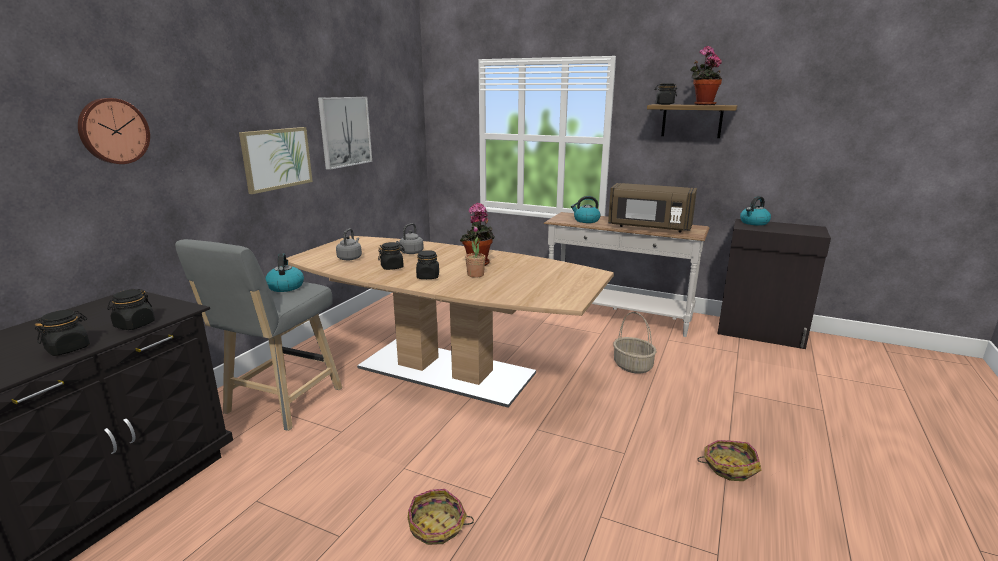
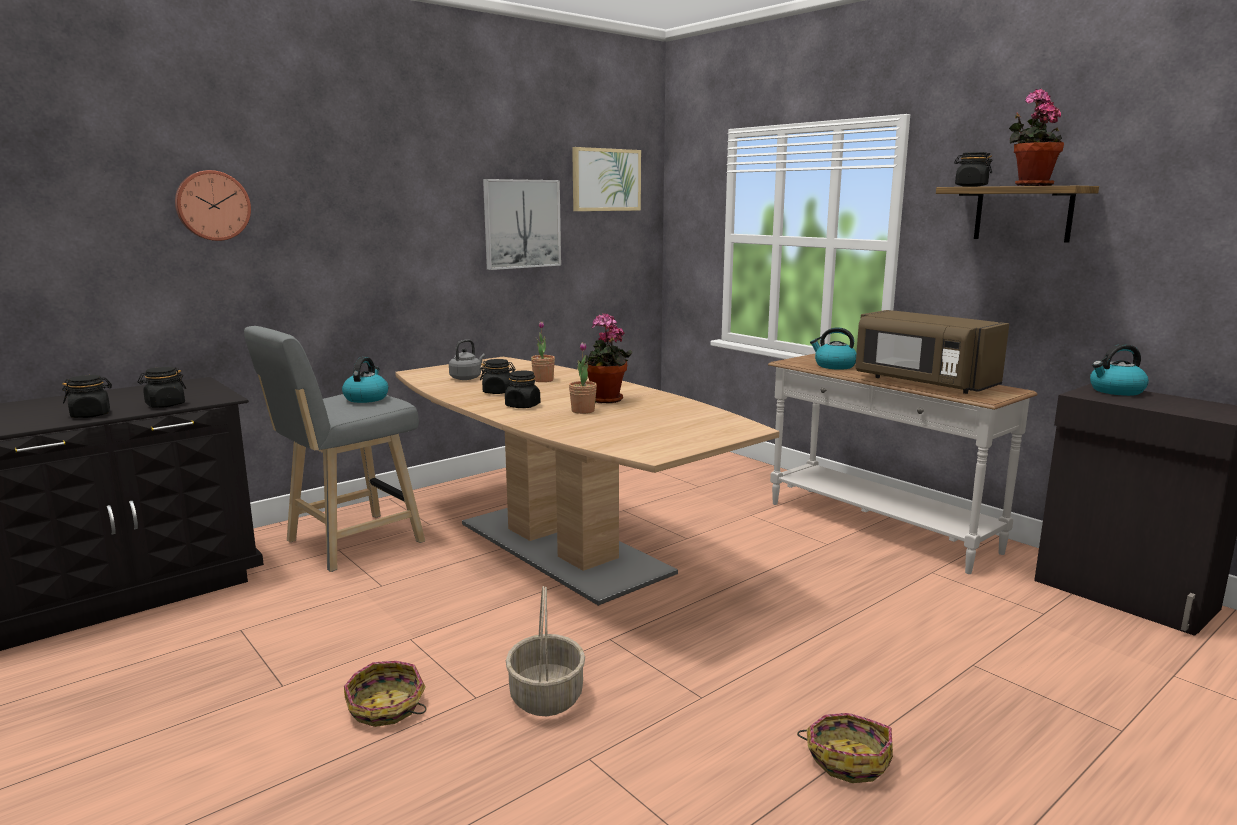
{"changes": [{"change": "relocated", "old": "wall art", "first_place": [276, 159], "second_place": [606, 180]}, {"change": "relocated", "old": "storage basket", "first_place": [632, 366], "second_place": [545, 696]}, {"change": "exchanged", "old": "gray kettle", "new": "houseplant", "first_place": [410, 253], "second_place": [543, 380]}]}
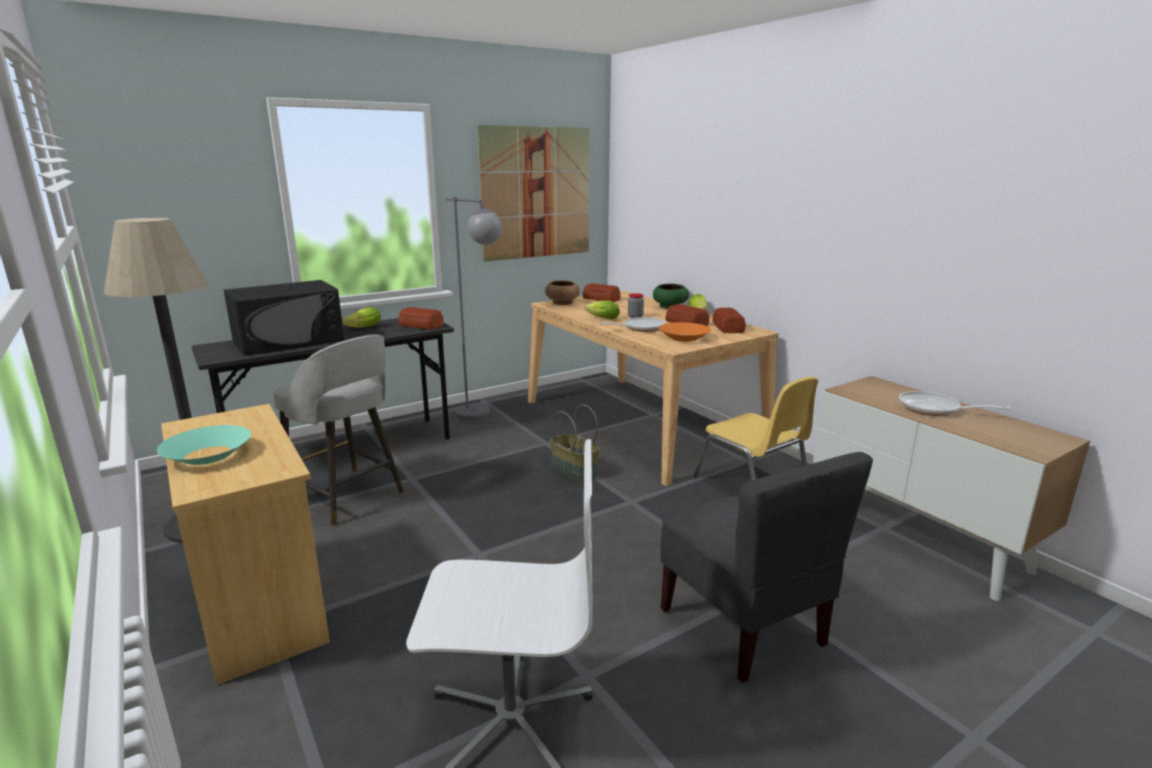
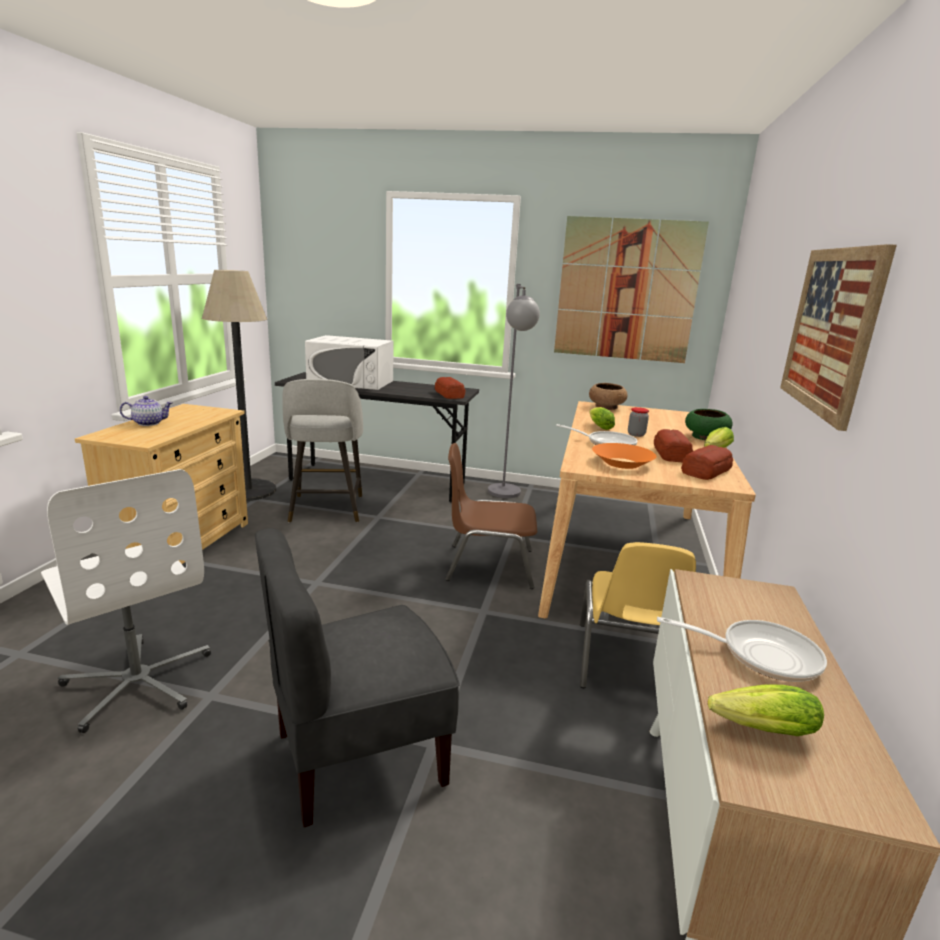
{"changes": [{"change": "missing", "old": "bread", "first_place": [601, 299]}, {"change": "appeared", "new": "wall art", "second_place": [830, 330]}, {"change": "relocated", "old": "lettuce", "first_place": [361, 328], "second_place": [757, 729]}, {"change": "exchanged", "old": "turquoise bowl", "new": "tea pot", "first_place": [207, 455], "second_place": [149, 423]}, {"change": "exchanged", "old": "storage basket", "new": "brown-coloured plain chair", "first_place": [573, 471], "second_place": [488, 565]}, {"change": "colour", "old": "black microwave", "new": "white-coloured microwave", "first_place": [289, 340], "second_place": [351, 382]}, {"change": "spun", "old": "gray plain chair", "first_place": [744, 626], "second_place": [358, 757], "degrees": 45}, {"change": "spun", "old": "pan", "first_place": [934, 409], "second_place": [761, 655], "degrees": 120}]}
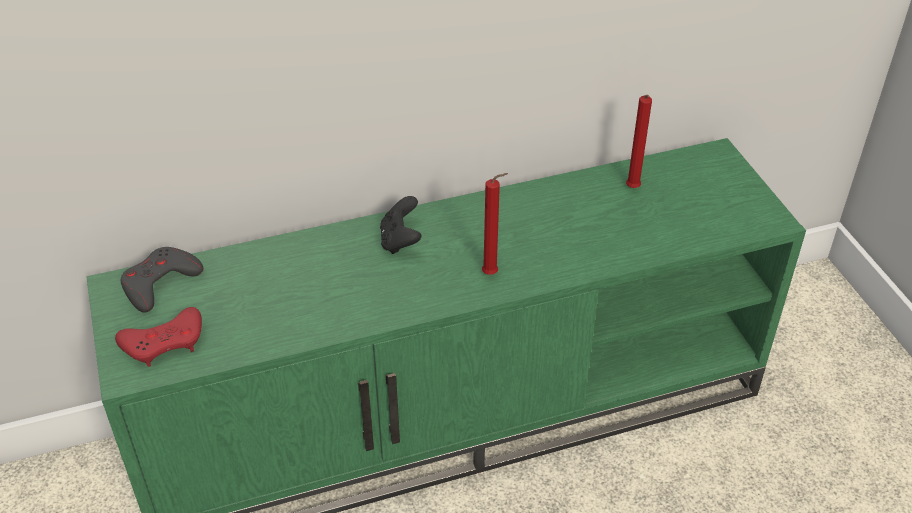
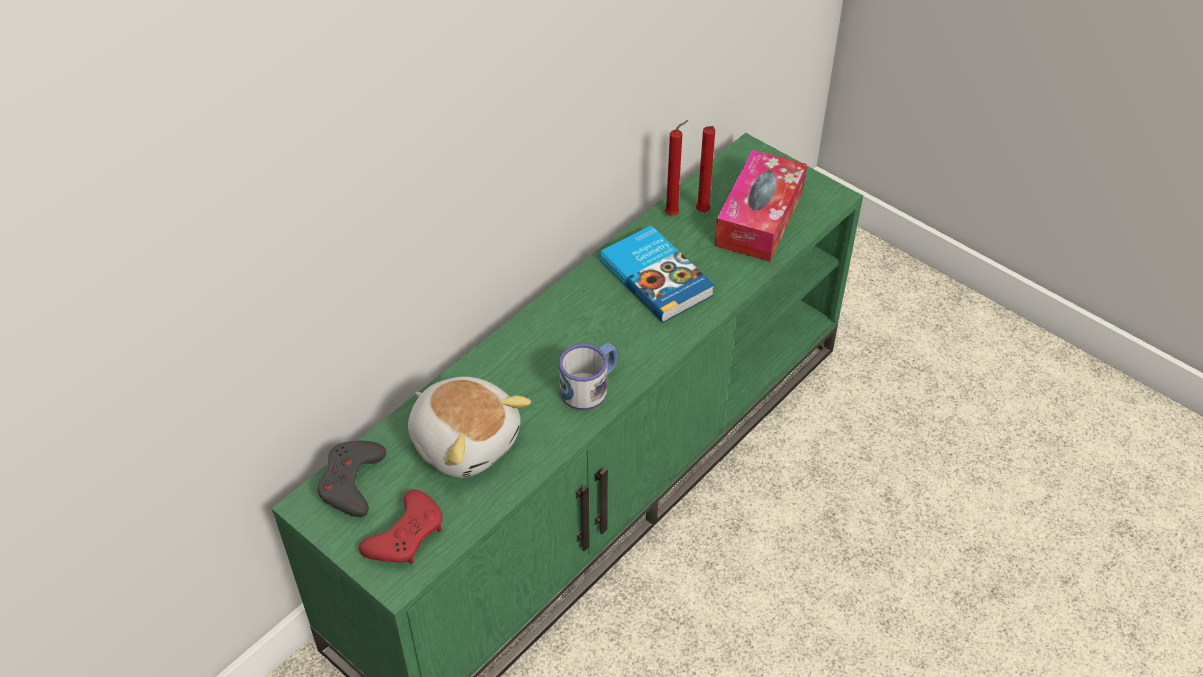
{"changes": [{"change": "missing", "old": "black game controller", "first_place": [400, 241]}, {"change": "appeared", "new": "cuddly toy", "second_place": [465, 440]}, {"change": "appeared", "new": "mug", "second_place": [590, 386]}, {"change": "appeared", "new": "book", "second_place": [657, 277]}, {"change": "appeared", "new": "tissue holder", "second_place": [759, 218]}, {"change": "relocated", "old": "reddish wax candle", "first_place": [492, 274], "second_place": [674, 214]}]}
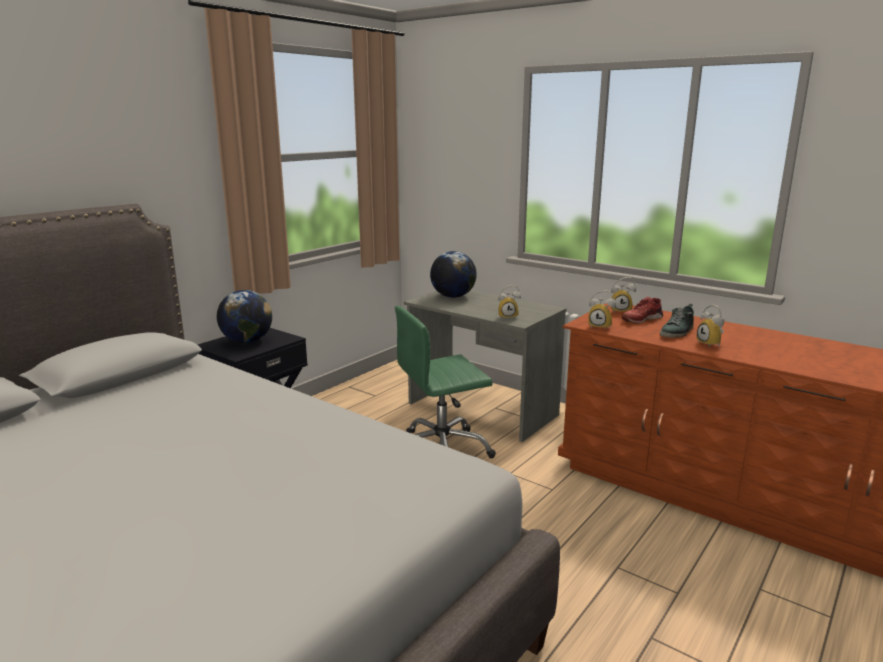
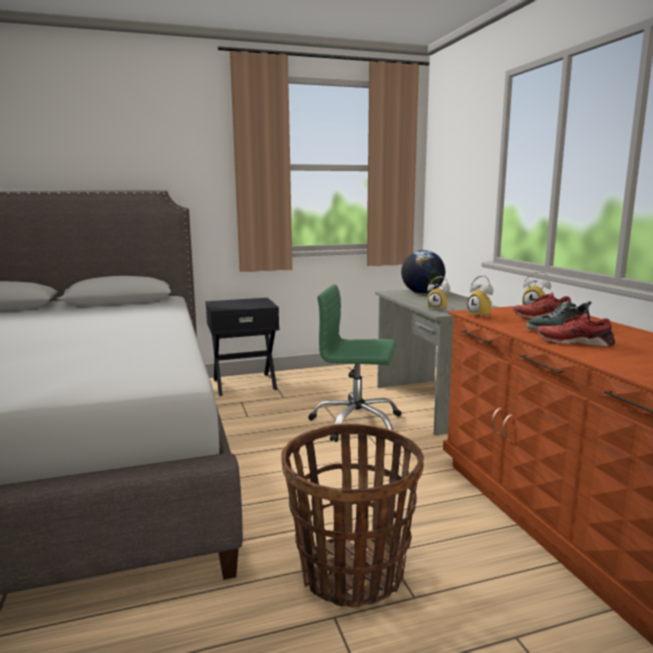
{"changes": [{"change": "missing", "old": "globe", "first_place": [247, 341]}, {"change": "appeared", "new": "storage basket", "second_place": [351, 573]}, {"change": "exchanged", "old": "alarm clock", "new": "reddish low shoe", "first_place": [711, 344], "second_place": [574, 342]}]}
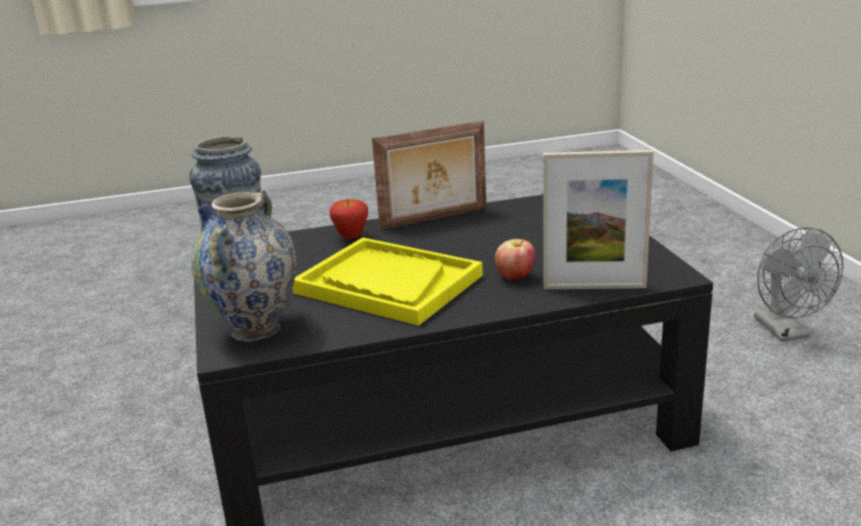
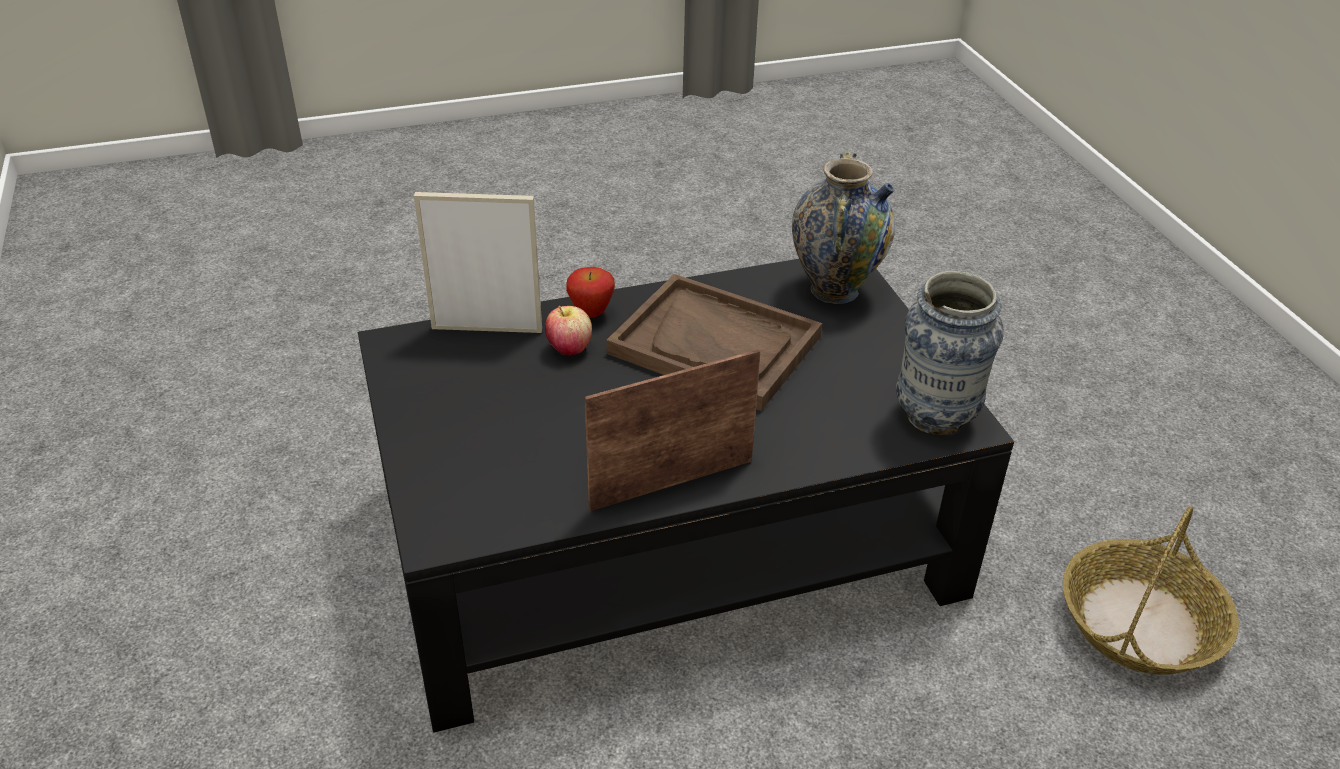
{"changes": [{"change": "missing", "old": "gray electric fan", "first_place": [786, 332]}, {"change": "appeared", "new": "storage basket", "second_place": [1140, 624]}, {"change": "relocated", "old": "apple", "first_place": [351, 237], "second_place": [591, 313]}, {"change": "colour", "old": "yellowish tray", "new": "brown-coloured tray", "first_place": [387, 284], "second_place": [715, 345]}]}
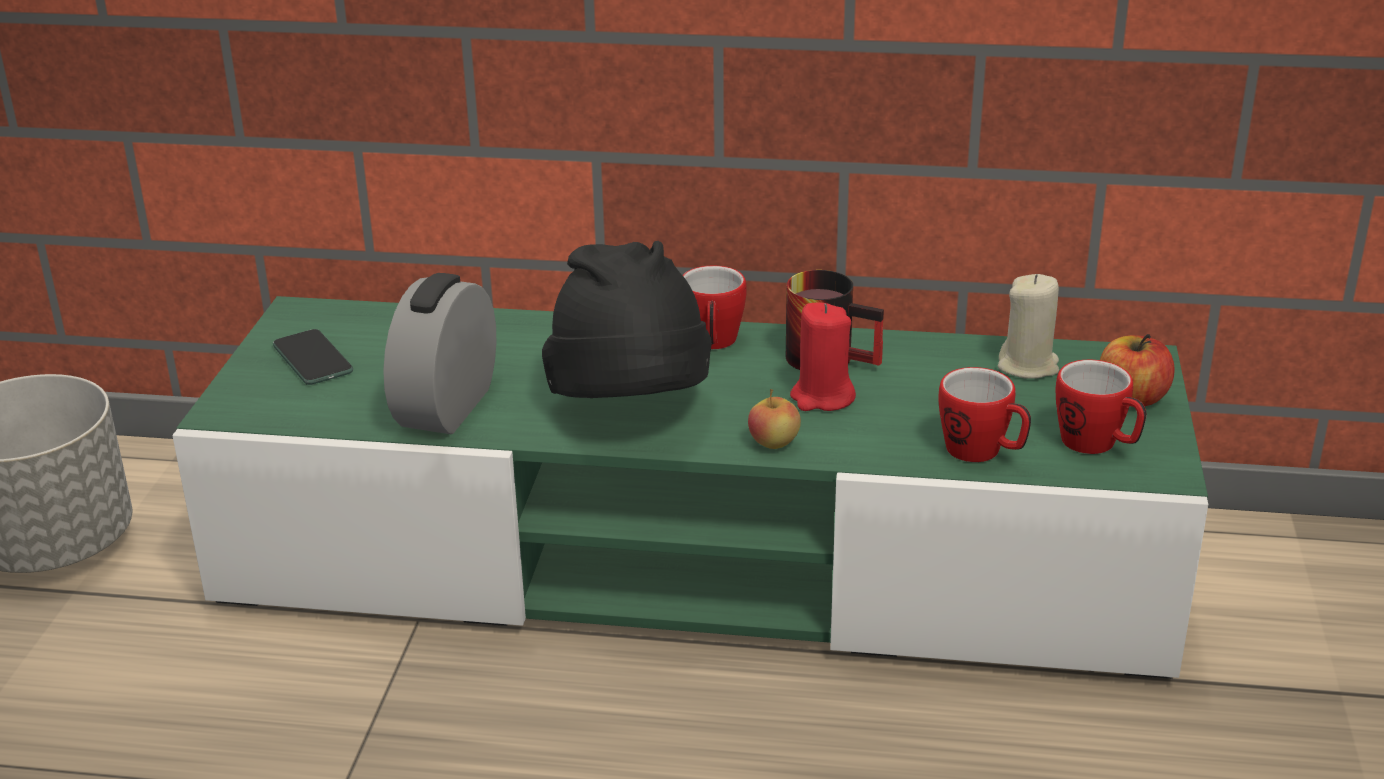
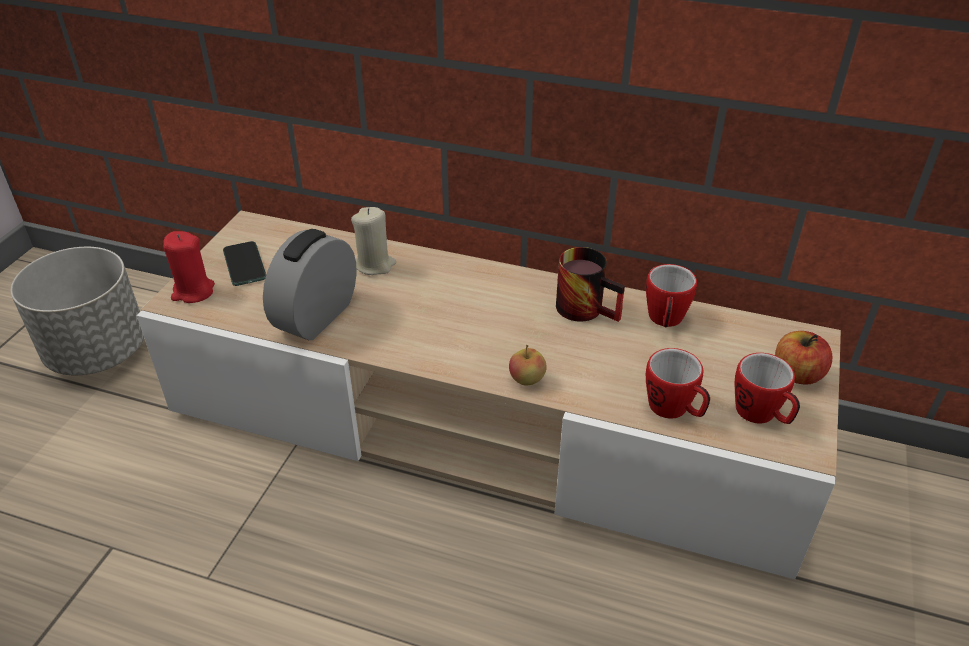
{"changes": [{"change": "missing", "old": "black clothing hat", "first_place": [631, 412]}, {"change": "relocated", "old": "mug", "first_place": [712, 344], "second_place": [665, 321]}, {"change": "relocated", "old": "reddish wax candle", "first_place": [822, 397], "second_place": [193, 291]}, {"change": "relocated", "old": "beige-coloured wax candle", "first_place": [1028, 366], "second_place": [374, 265]}, {"change": "colour", "old": "green-coloured tv stand", "new": "beige-coloured tv stand", "first_place": [694, 562], "second_place": [484, 424]}]}
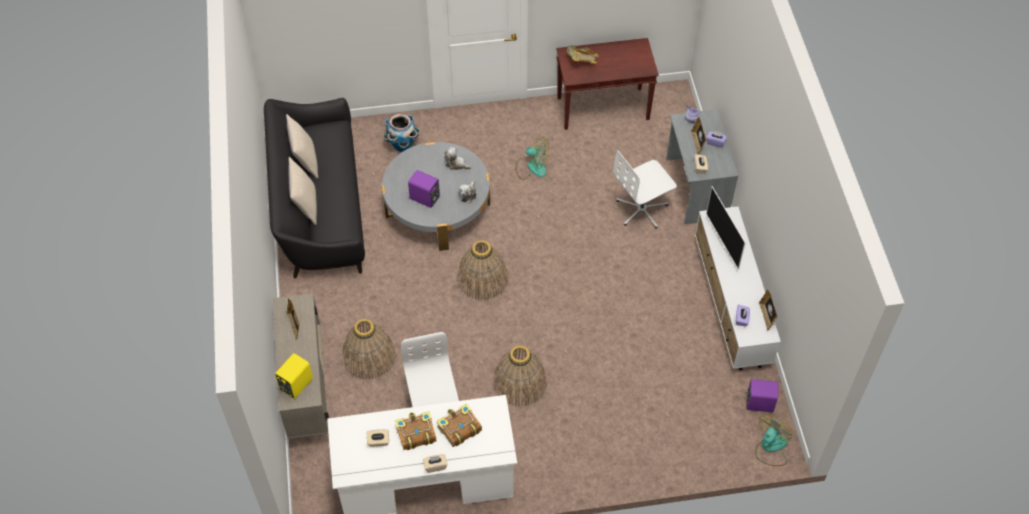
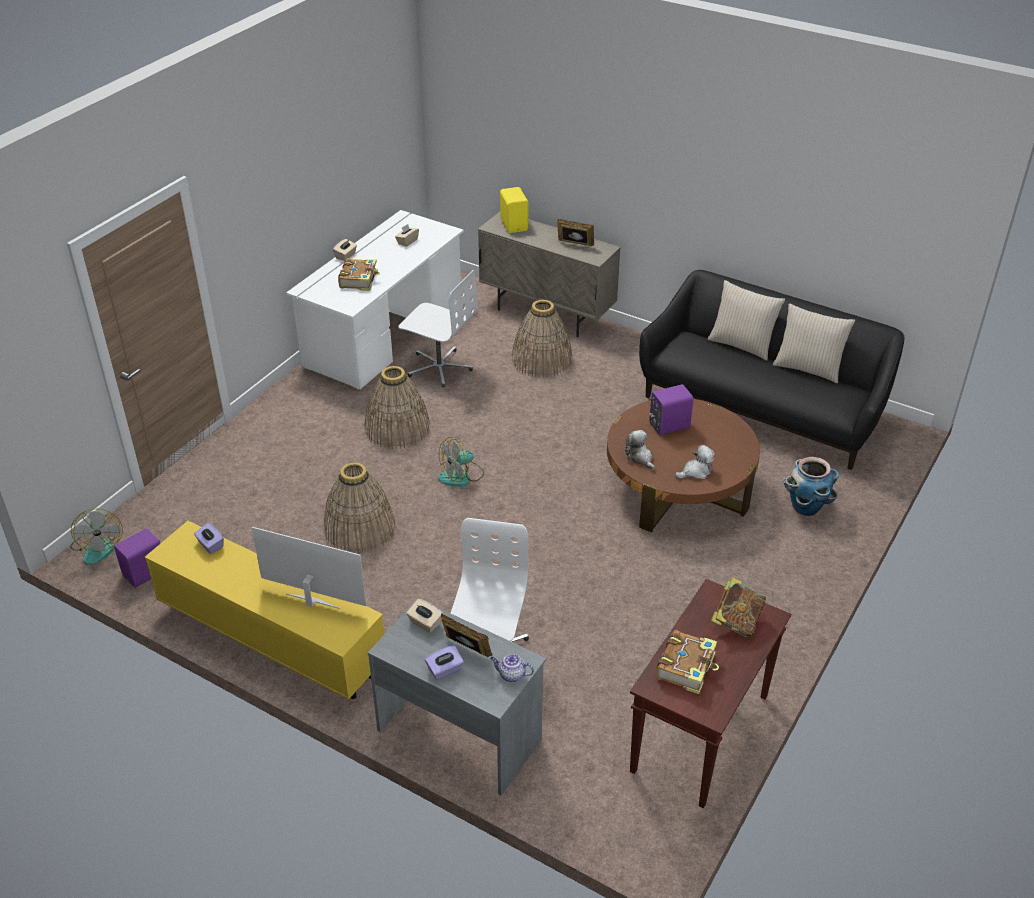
{"changes": [{"change": "missing", "old": "standing frame", "first_place": [766, 316]}, {"change": "relocated", "old": "book", "first_place": [415, 433], "second_place": [686, 667]}, {"change": "relocated", "old": "storage basket", "first_place": [482, 279], "second_place": [359, 527]}, {"change": "relocated", "old": "electric fan", "first_place": [532, 167], "second_place": [461, 476]}, {"change": "colour", "old": "gray low table", "new": "brown-coloured low table", "first_place": [437, 208], "second_place": [678, 486]}, {"change": "colour", "old": "white-coloured tv stand", "new": "yellowish tv stand", "first_place": [730, 304], "second_place": [271, 638]}]}
